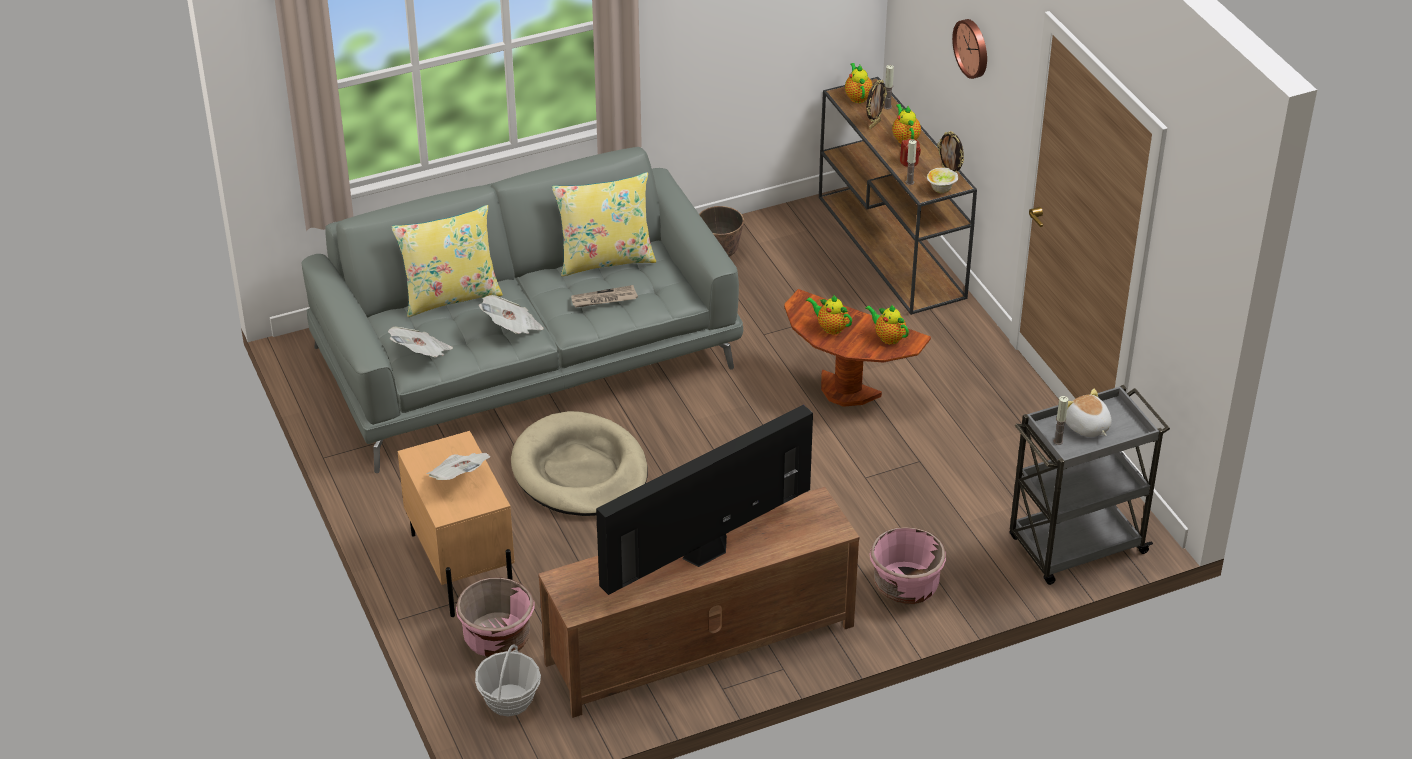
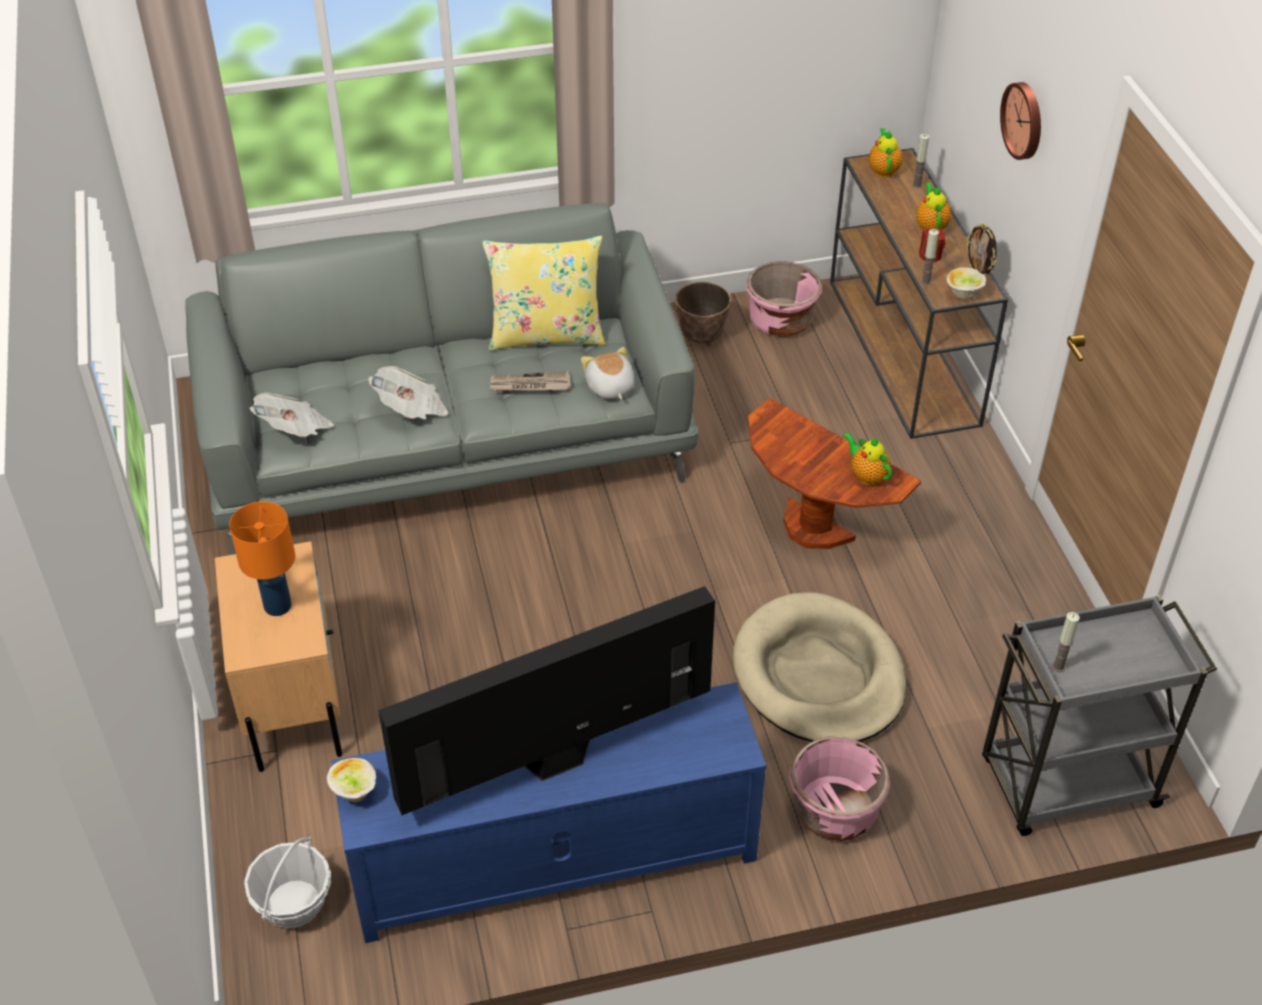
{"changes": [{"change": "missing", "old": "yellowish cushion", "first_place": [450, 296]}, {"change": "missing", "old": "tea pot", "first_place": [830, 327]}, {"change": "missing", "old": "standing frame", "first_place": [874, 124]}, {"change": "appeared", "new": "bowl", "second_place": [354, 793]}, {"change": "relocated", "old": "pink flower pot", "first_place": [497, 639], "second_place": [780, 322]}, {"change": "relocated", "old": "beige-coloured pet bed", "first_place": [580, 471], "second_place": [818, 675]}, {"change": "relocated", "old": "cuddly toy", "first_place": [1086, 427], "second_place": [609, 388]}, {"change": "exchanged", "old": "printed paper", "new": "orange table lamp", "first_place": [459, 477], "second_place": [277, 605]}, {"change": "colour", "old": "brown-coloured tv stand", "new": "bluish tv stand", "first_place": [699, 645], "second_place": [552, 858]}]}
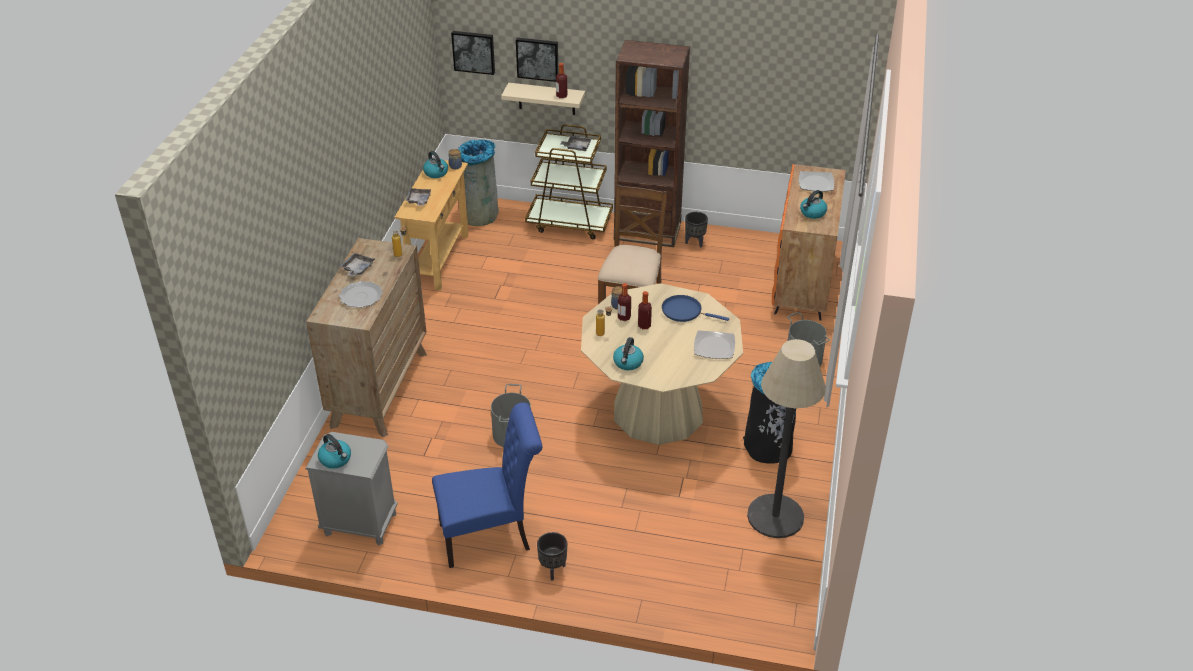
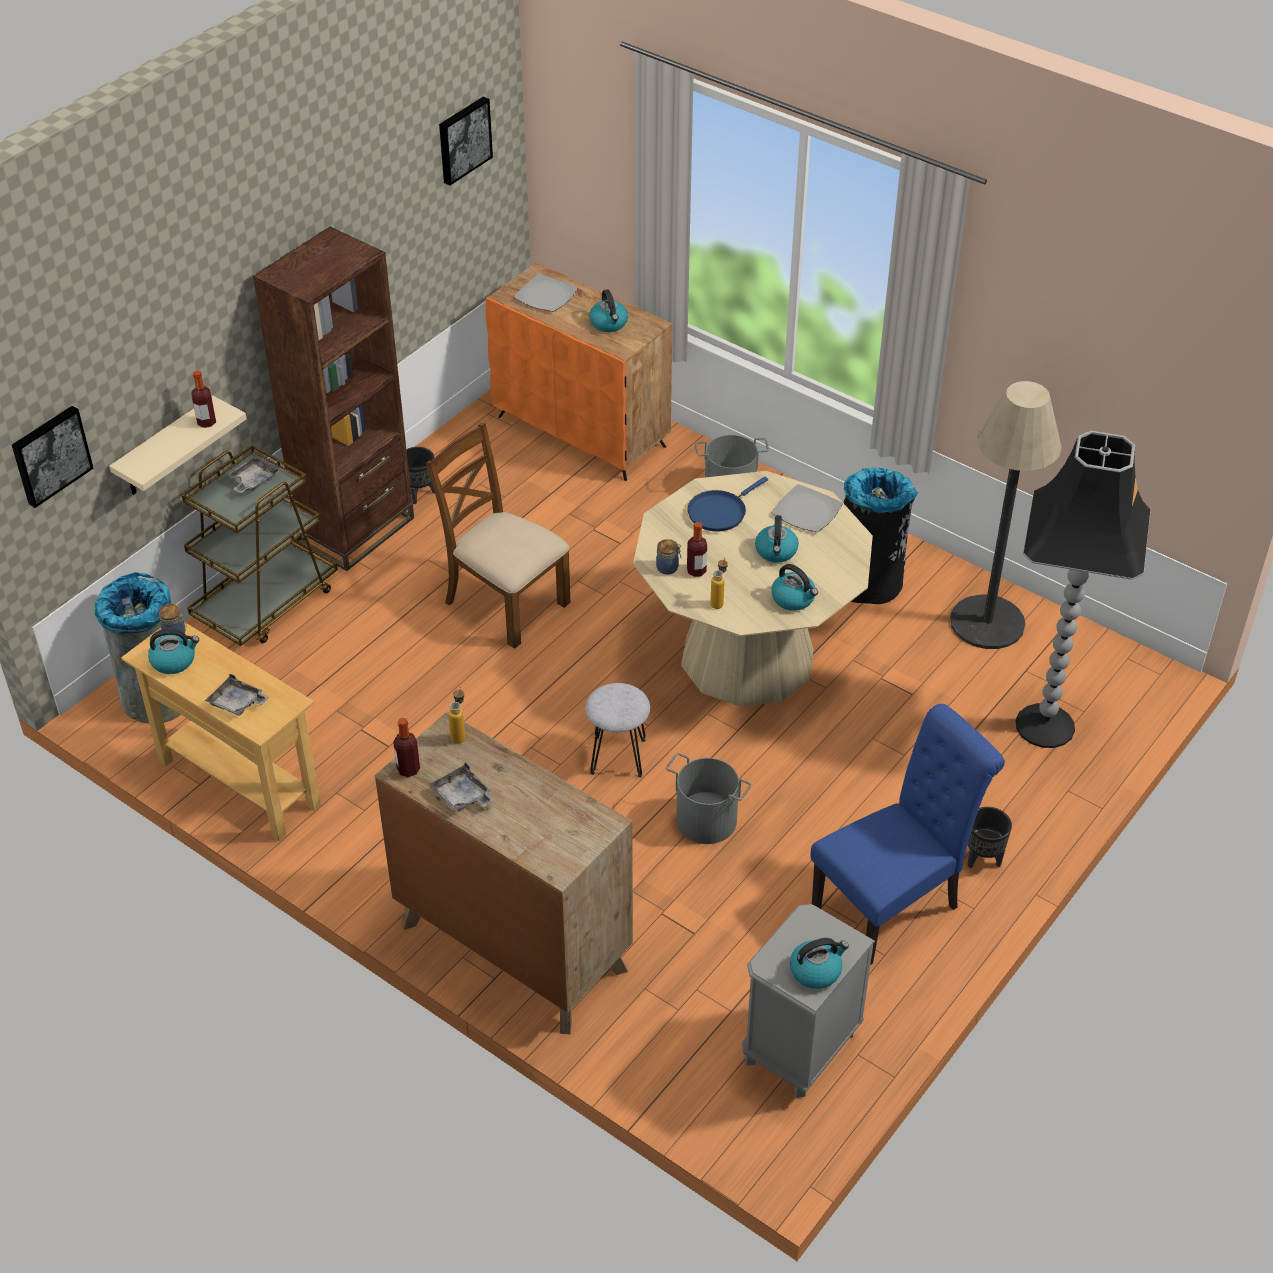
{"changes": [{"change": "missing", "old": "dinner plate", "first_place": [361, 296]}, {"change": "appeared", "new": "gray stool", "second_place": [617, 756]}, {"change": "appeared", "new": "kettle", "second_place": [776, 551]}, {"change": "appeared", "new": "black standing lamp", "second_place": [1046, 725]}, {"change": "relocated", "old": "wall art", "first_place": [538, 58], "second_place": [463, 139]}, {"change": "relocated", "old": "drink bottle", "first_place": [644, 325], "second_place": [408, 769]}, {"change": "spun", "old": "bluish plain chair", "first_place": [491, 536], "second_place": [893, 904], "degrees": 45}]}
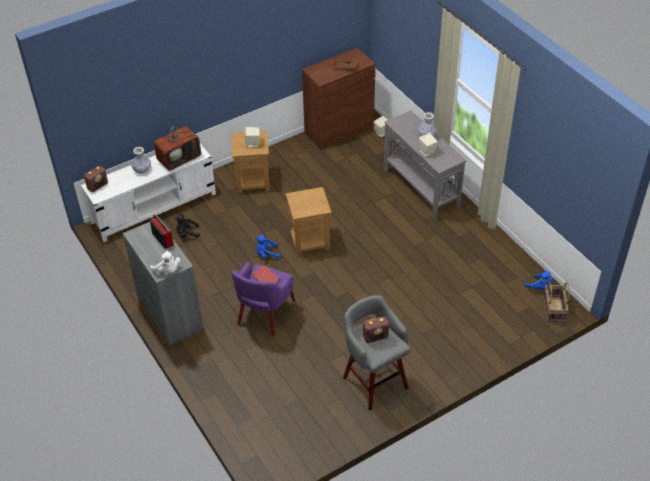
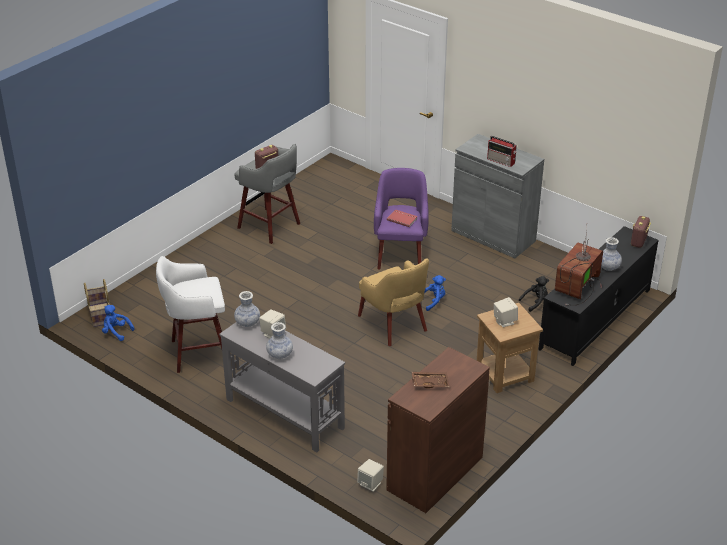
{"changes": [{"change": "missing", "old": "white-coloured cuddly toy", "first_place": [168, 270]}, {"change": "appeared", "new": "white-coloured stool", "second_place": [197, 353]}, {"change": "appeared", "new": "vase", "second_place": [247, 322]}, {"change": "exchanged", "old": "brown-coloured accent table", "new": "yellowish easy chair", "first_place": [310, 240], "second_place": [393, 324]}, {"change": "colour", "old": "white-coloured tv stand", "new": "black tv stand", "first_place": [154, 208], "second_place": [595, 319]}]}
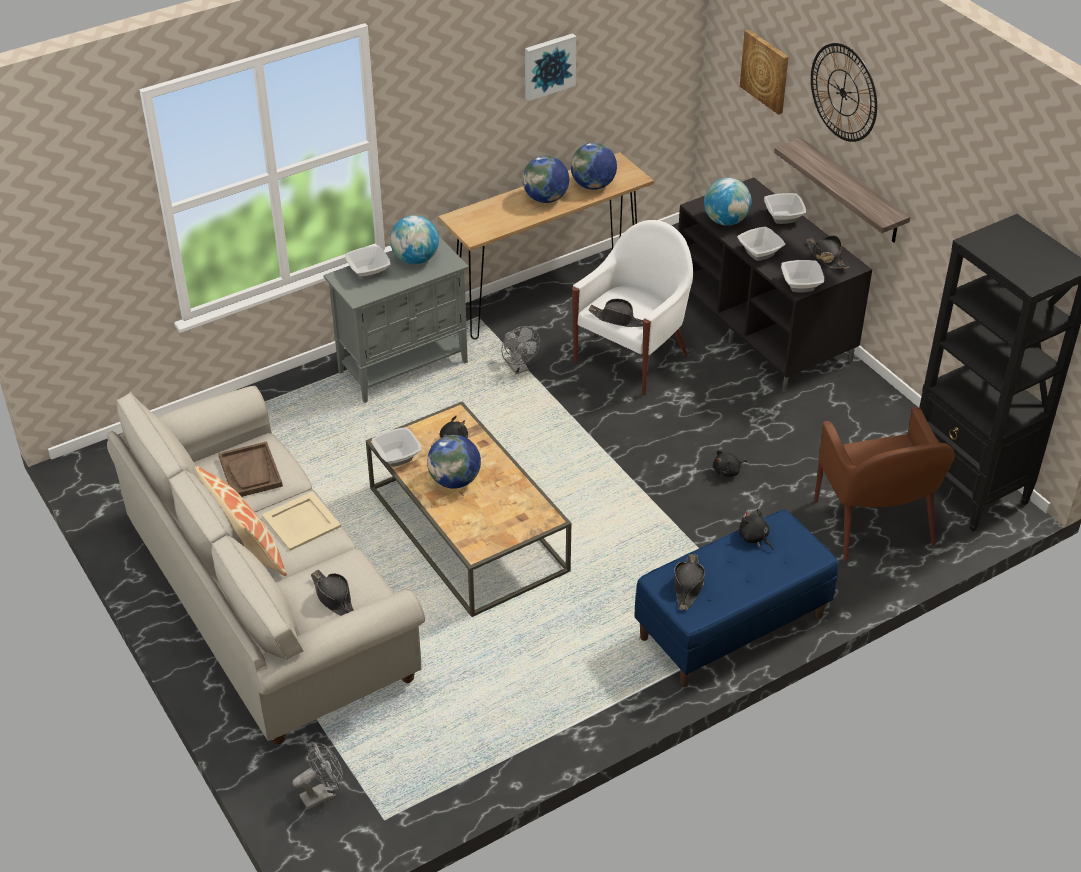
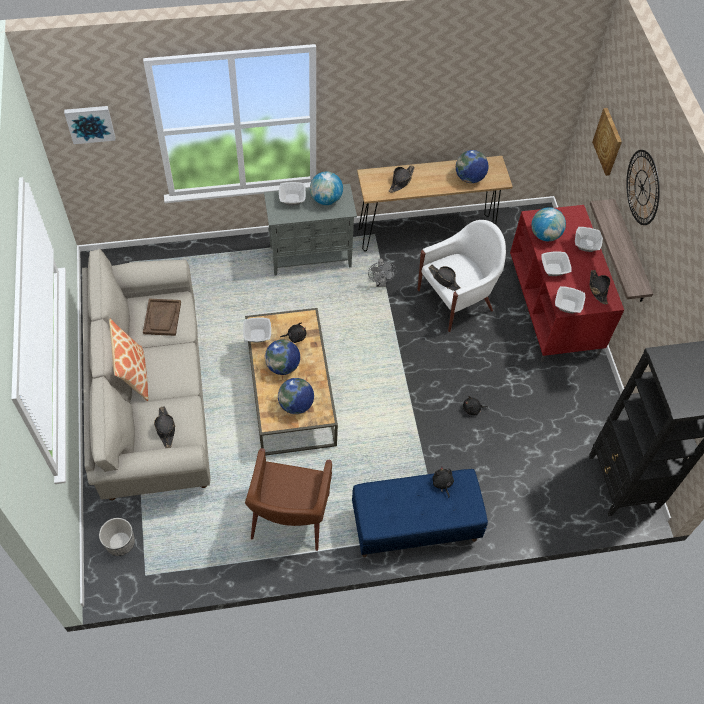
{"changes": [{"change": "missing", "old": "beige-coloured tray", "first_place": [301, 522]}, {"change": "relocated", "old": "globe", "first_place": [545, 198], "second_place": [296, 405]}, {"change": "relocated", "old": "wall art", "first_place": [548, 65], "second_place": [90, 123]}, {"change": "relocated", "old": "black clothing hat", "first_place": [688, 586], "second_place": [401, 181]}, {"change": "relocated", "old": "brown-coloured easy chair", "first_place": [874, 524], "second_place": [289, 518]}, {"change": "exchanged", "old": "gray electric fan", "new": "flower pot", "first_place": [322, 794], "second_place": [120, 543]}, {"change": "colour", "old": "black tv stand", "new": "reddish tv stand", "first_place": [765, 329], "second_place": [554, 308]}]}
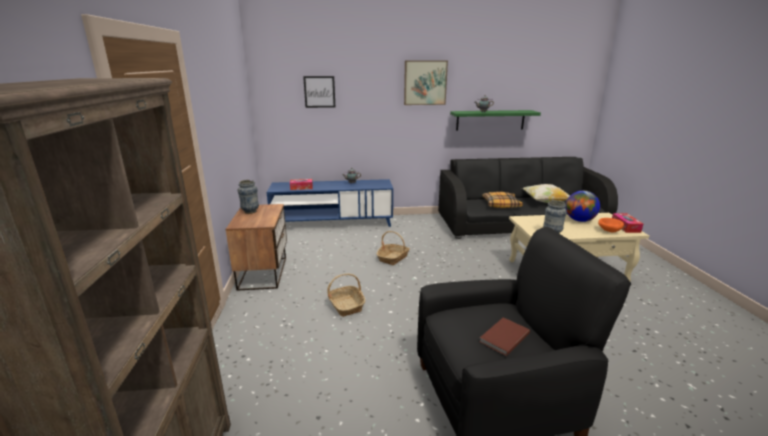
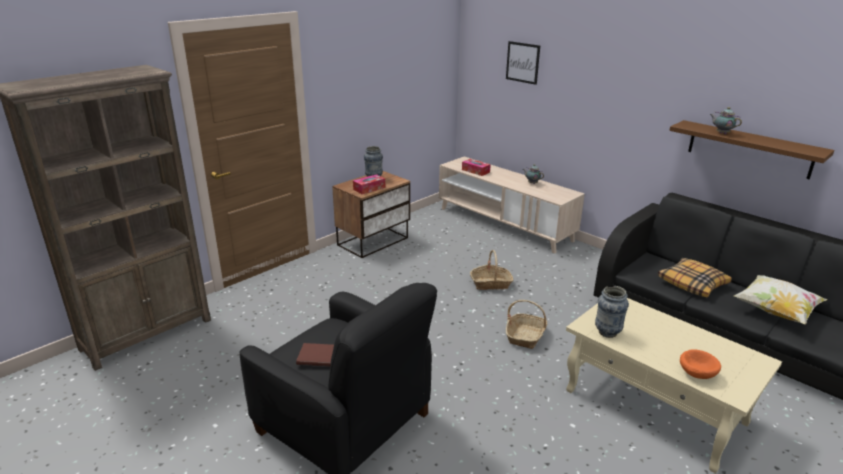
{"changes": [{"change": "missing", "old": "wall art", "first_place": [425, 82]}, {"change": "missing", "old": "globe", "first_place": [579, 220]}, {"change": "relocated", "old": "storage basket", "first_place": [346, 305], "second_place": [525, 336]}, {"change": "relocated", "old": "tissue holder", "first_place": [625, 227], "second_place": [369, 188]}, {"change": "colour", "old": "bluish tv stand", "new": "beige-coloured tv stand", "first_place": [333, 223], "second_place": [504, 224]}, {"change": "colour", "old": "green-coloured wall shelf", "new": "brown-coloured wall shelf", "first_place": [490, 120], "second_place": [749, 149]}]}
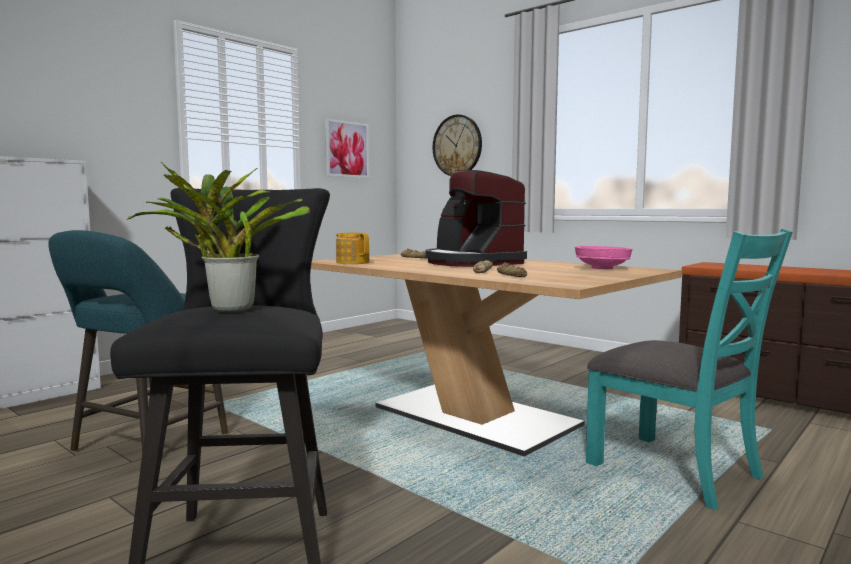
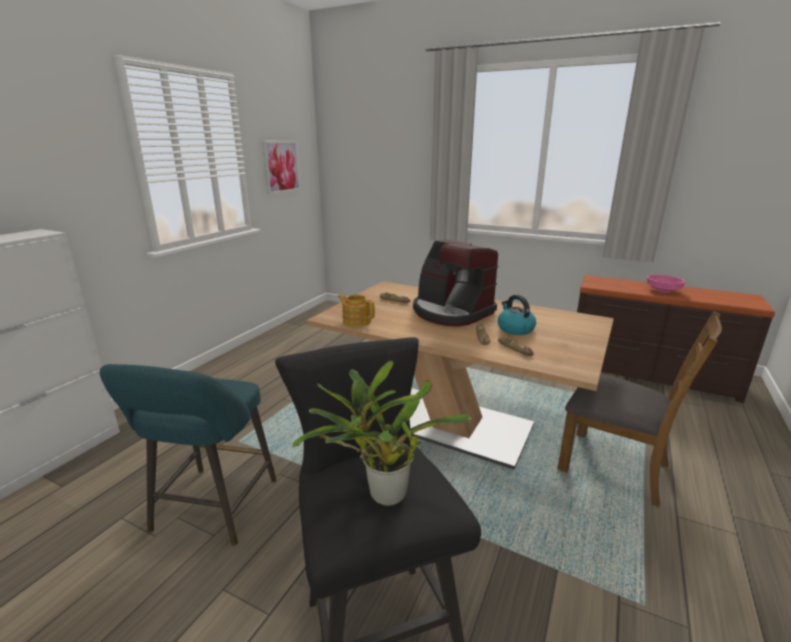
{"changes": [{"change": "missing", "old": "clock on the wall", "first_place": [457, 145]}, {"change": "appeared", "new": "kettle", "second_place": [515, 329]}, {"change": "relocated", "old": "pink bowl", "first_place": [602, 268], "second_place": [663, 291]}, {"change": "colour", "old": "turquoise plain chair", "new": "brown-coloured plain chair", "first_place": [675, 470], "second_place": [615, 466]}]}
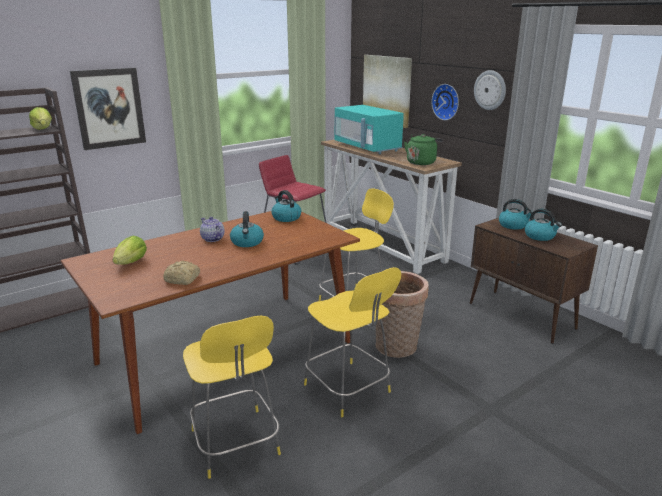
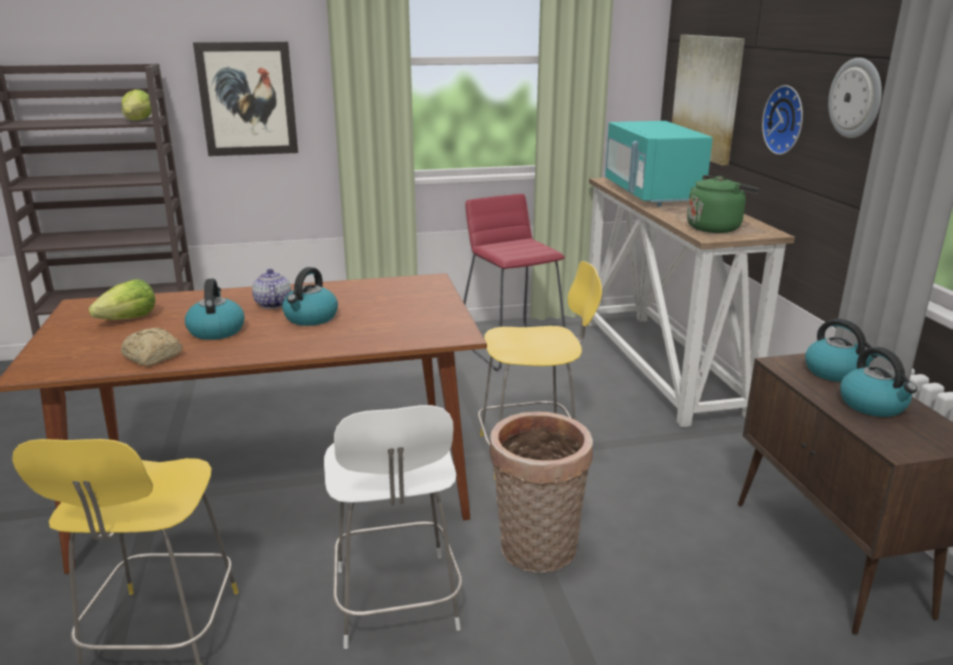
{"changes": [{"change": "relocated", "old": "kettle", "first_place": [286, 217], "second_place": [216, 330]}, {"change": "colour", "old": "yellowish plain chair", "new": "white-coloured plain chair", "first_place": [348, 390], "second_place": [396, 603]}]}
